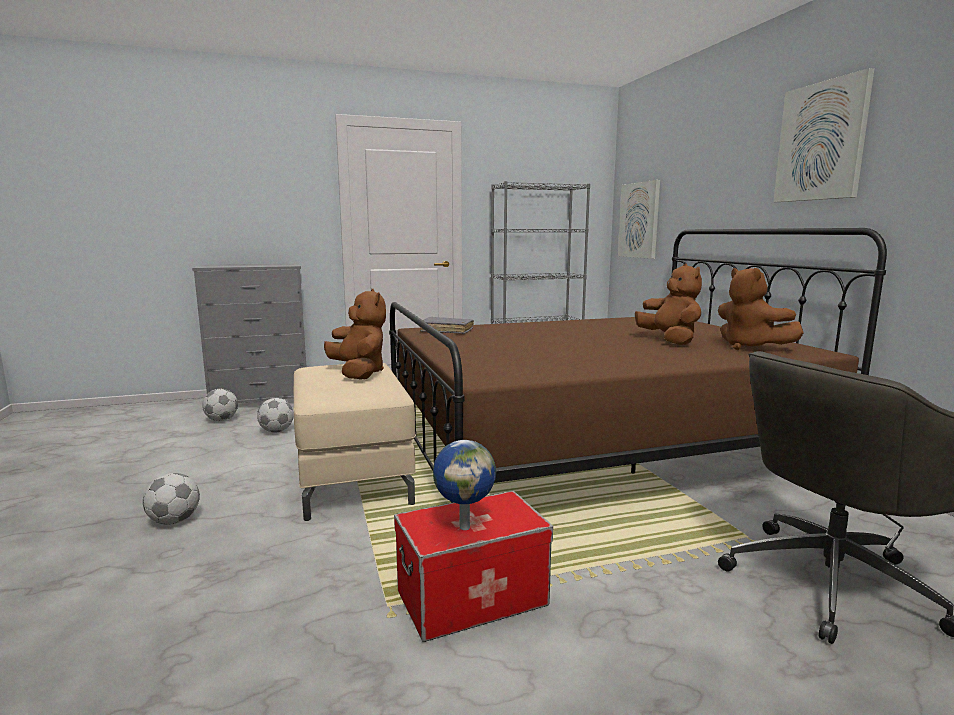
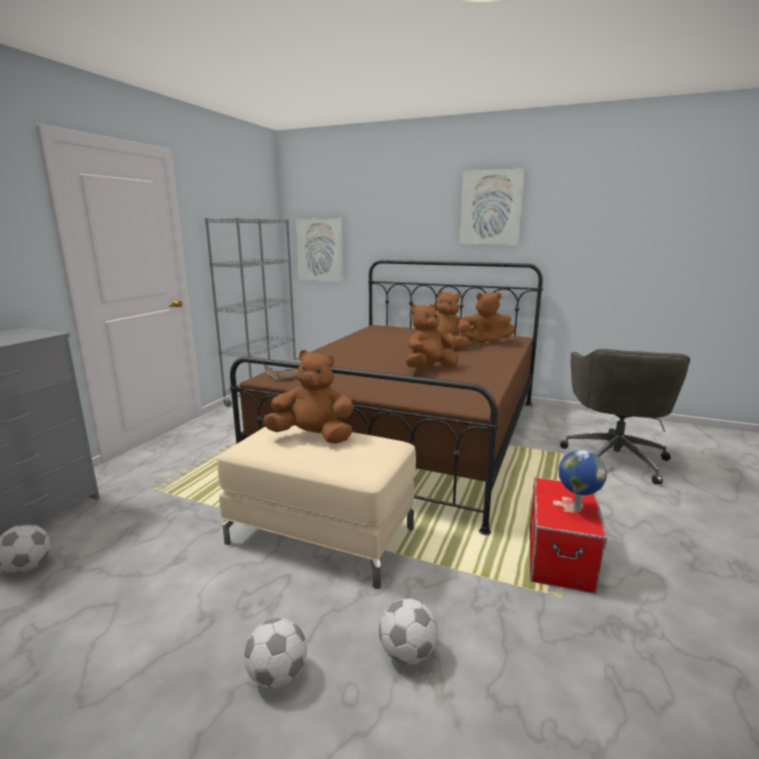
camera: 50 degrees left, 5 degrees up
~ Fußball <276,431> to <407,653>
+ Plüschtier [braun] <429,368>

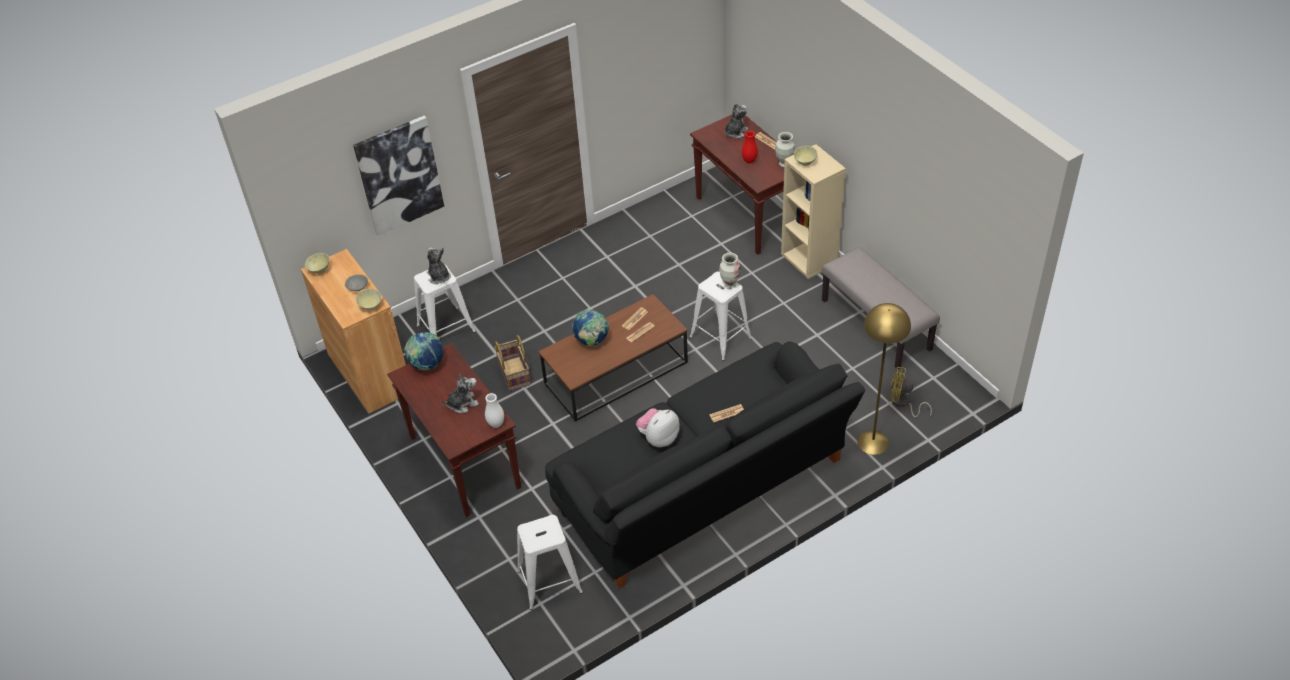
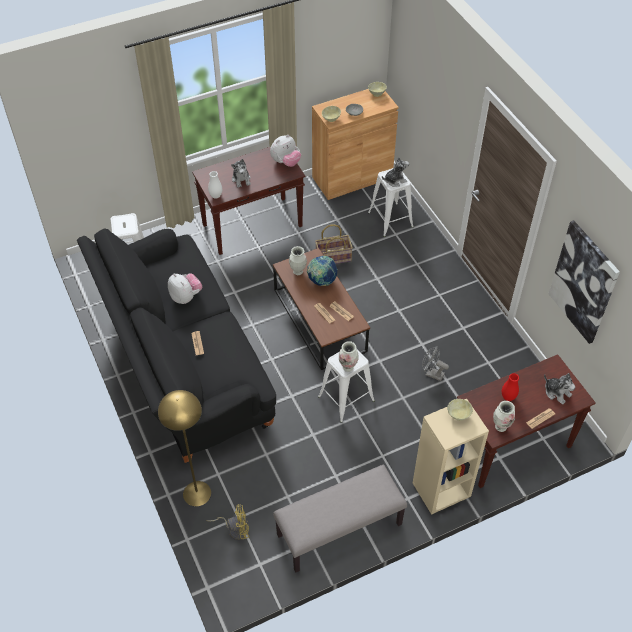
camera: 95 degrees right, 5 degrees up
~ Bild <399,175> to <583,282>
~ Globus <427,364> to Plüschtier <286,162>
~ Ventilator [gelb] <903,403> = <235,529> 60 degrees clockwise
+ Vase <298,272>
+ Ventilator [grau] <432,374>

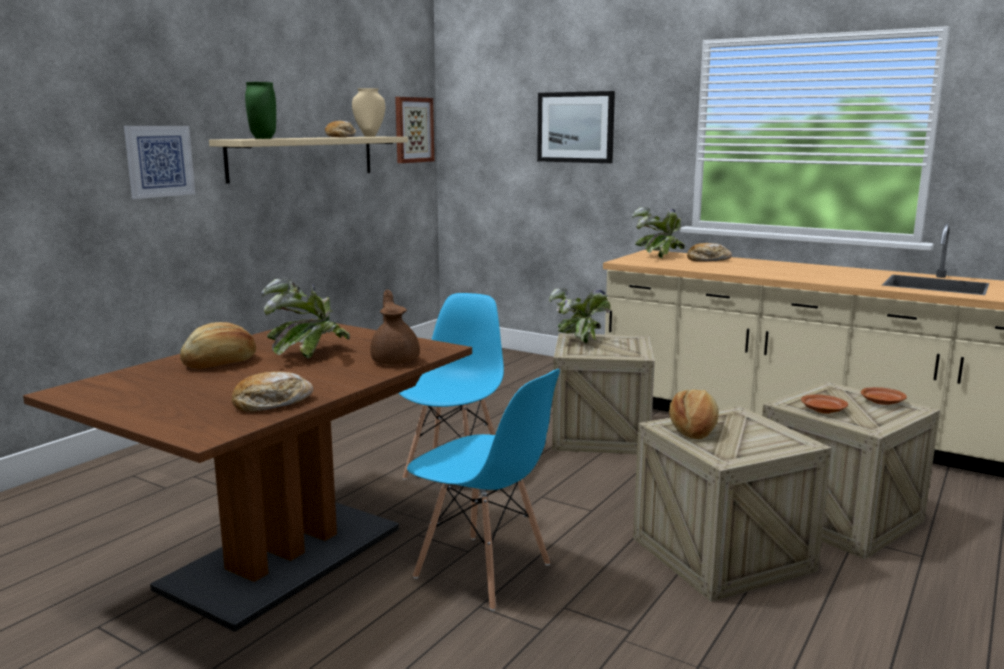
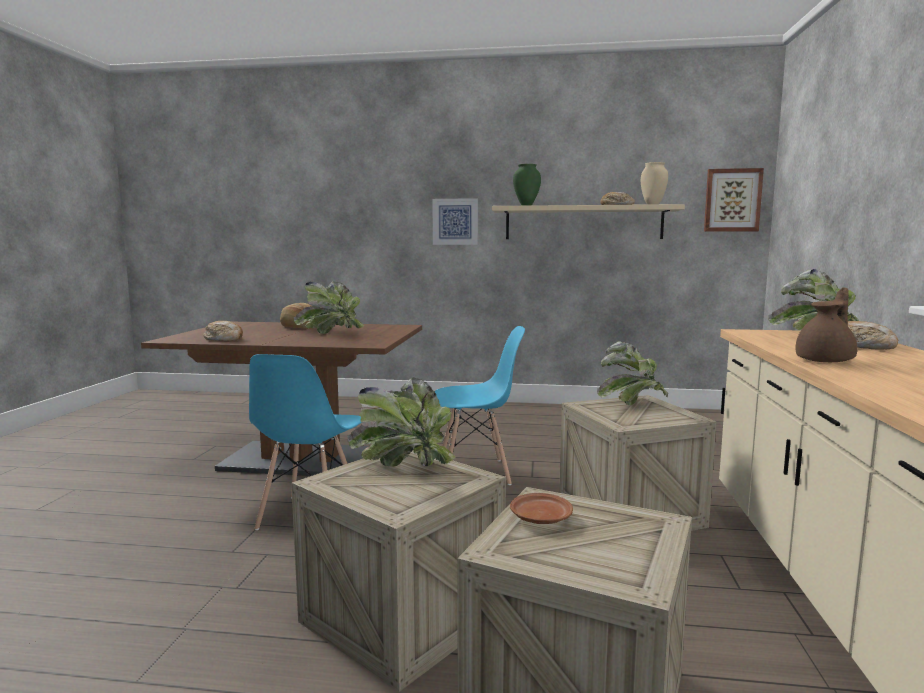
camera: 65 degrees right, 5 degrees down
- Bild <575,127>
~ Teekanne [braun] <395,360> to <826,360>
- Teller [braun] <882,402>
~ Brot <694,429> to Topfpflanze <402,464>

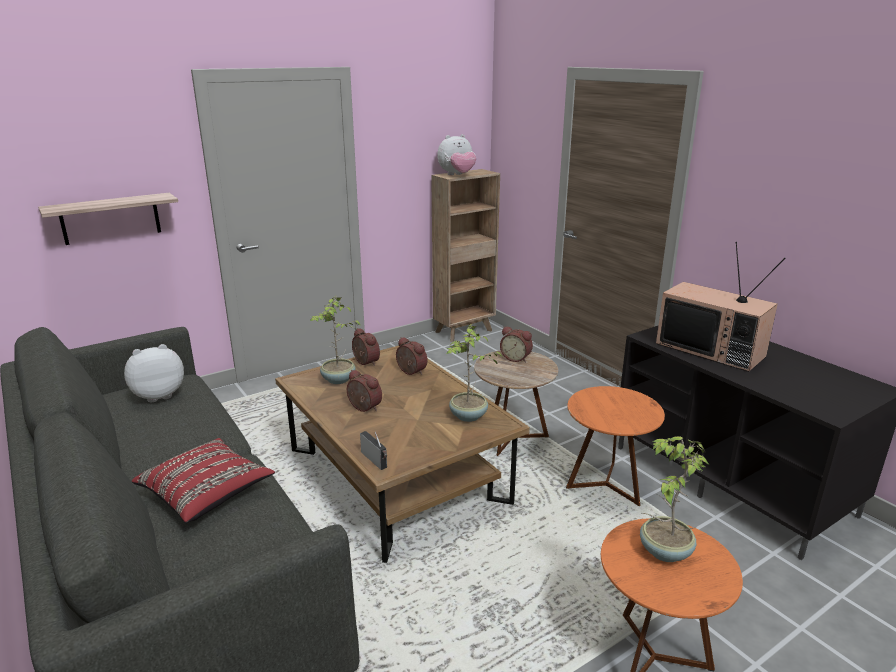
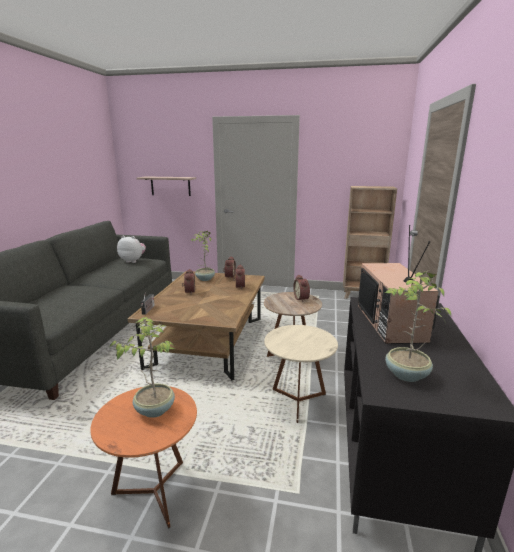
camera: 45 degrees right, 5 degrees down
- Plüschtier <457,175>
~ Topfpflanze <468,416> to <406,375>
~ Beistelltisch [orange] <606,486> to Beistelltisch [beige] <298,402>
- Kissen [rot] <207,493>

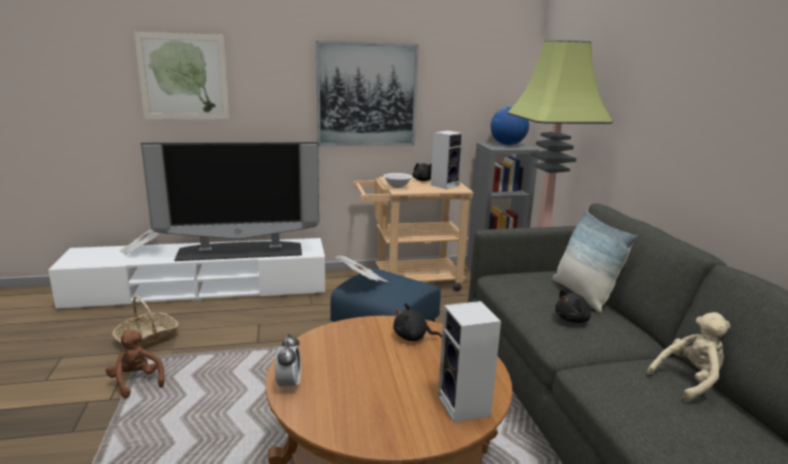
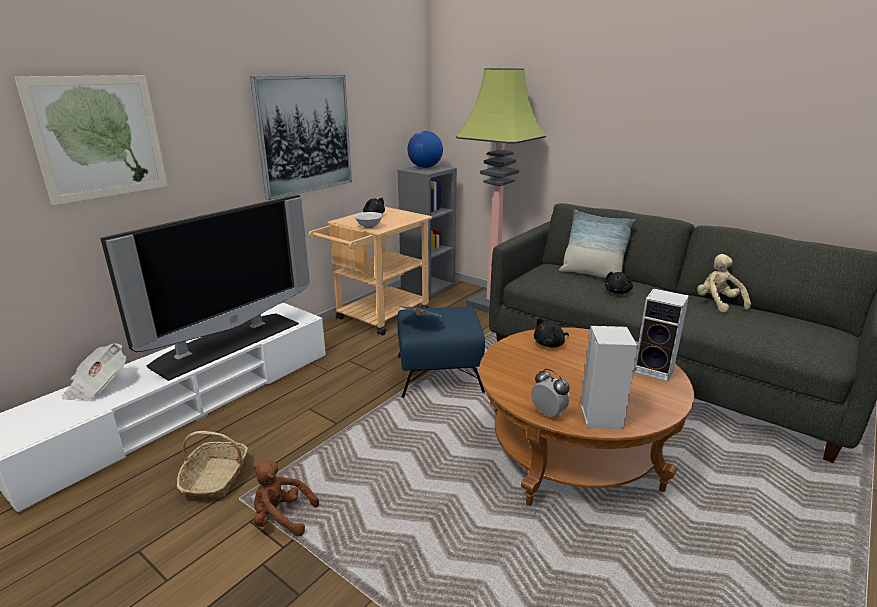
camera: 40 degrees left, 5 degrees up
~ Lautsprecher <445,185> to <599,416>
~ Plüschtier [beige] <689,381> = <718,303> 45 degrees counterclockwise

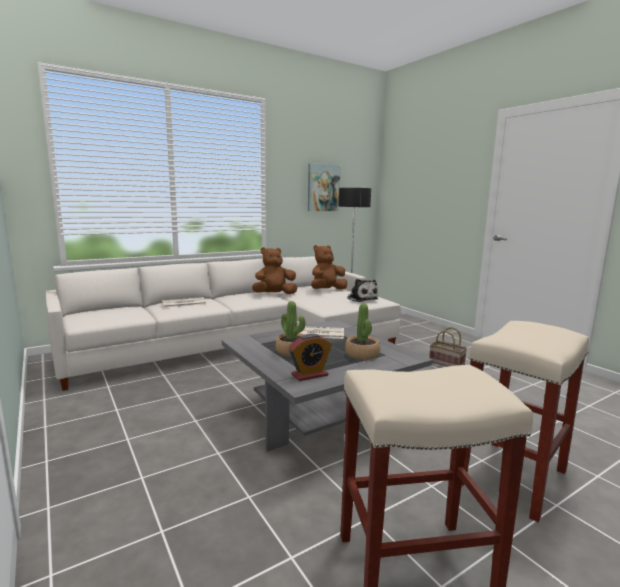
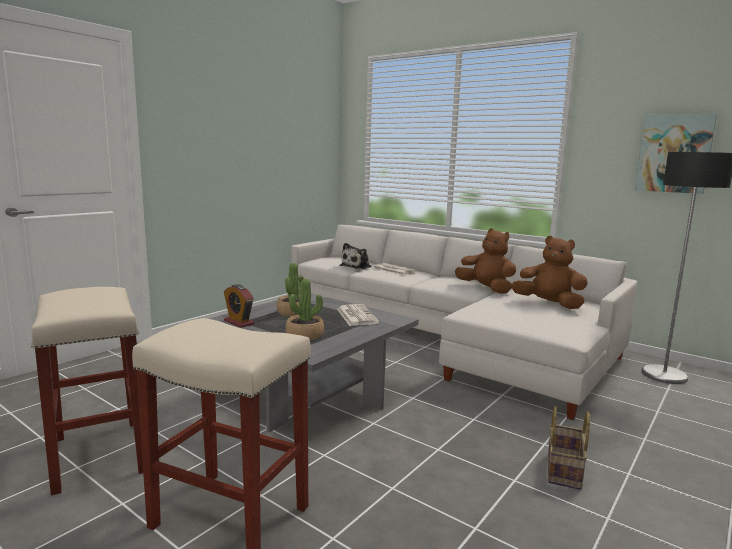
camera: 70 degrees right, 0 degrees up
~ Plüschtier <361,299> to <357,266>

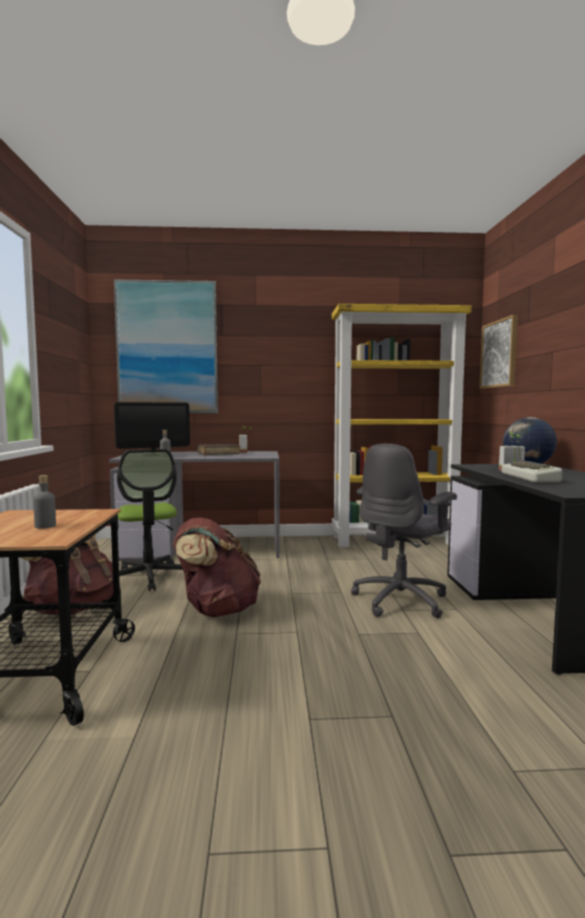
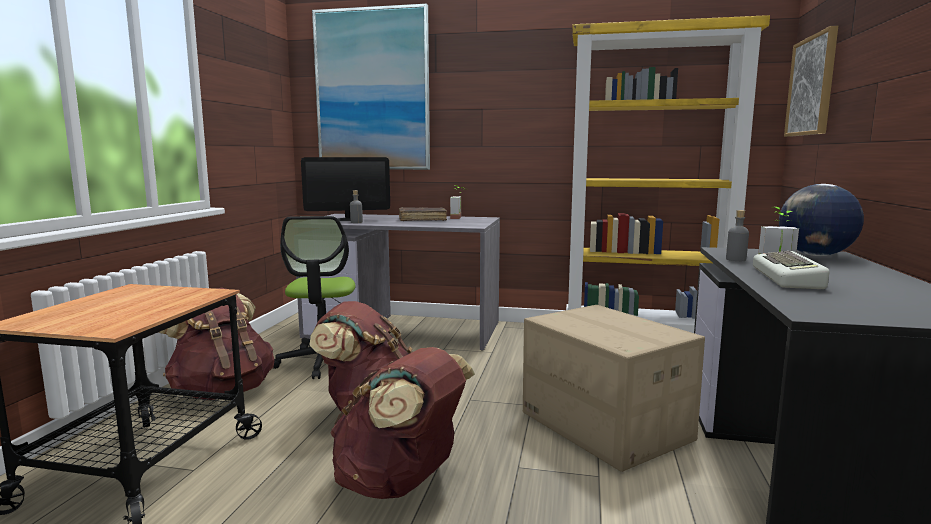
camera: 15 degrees right, 5 degrees up
~ Bürostuhl [grau] <401,600> to Karton <603,426>
~ Flasche [grau] <45,526> to <736,259>
+ Rucksack [braun] <401,483>

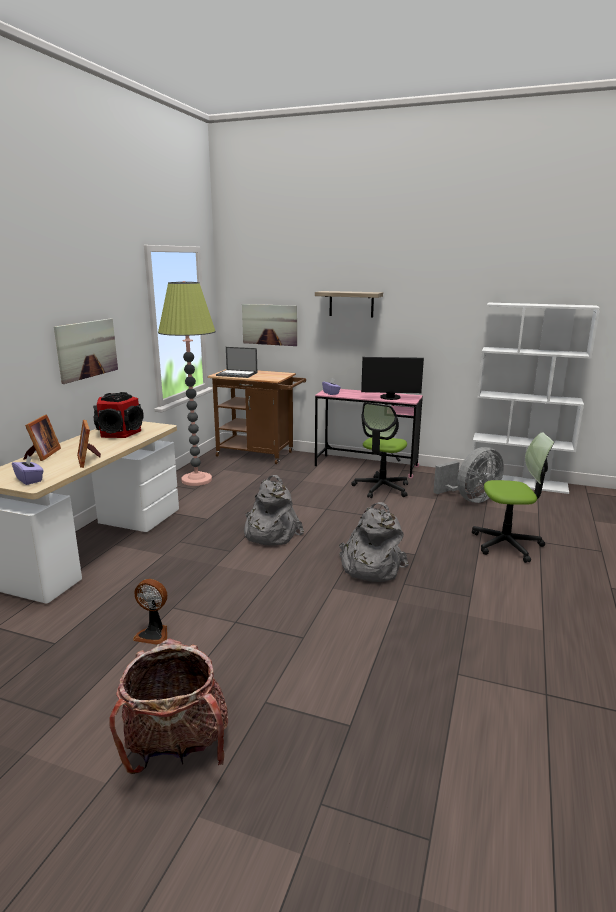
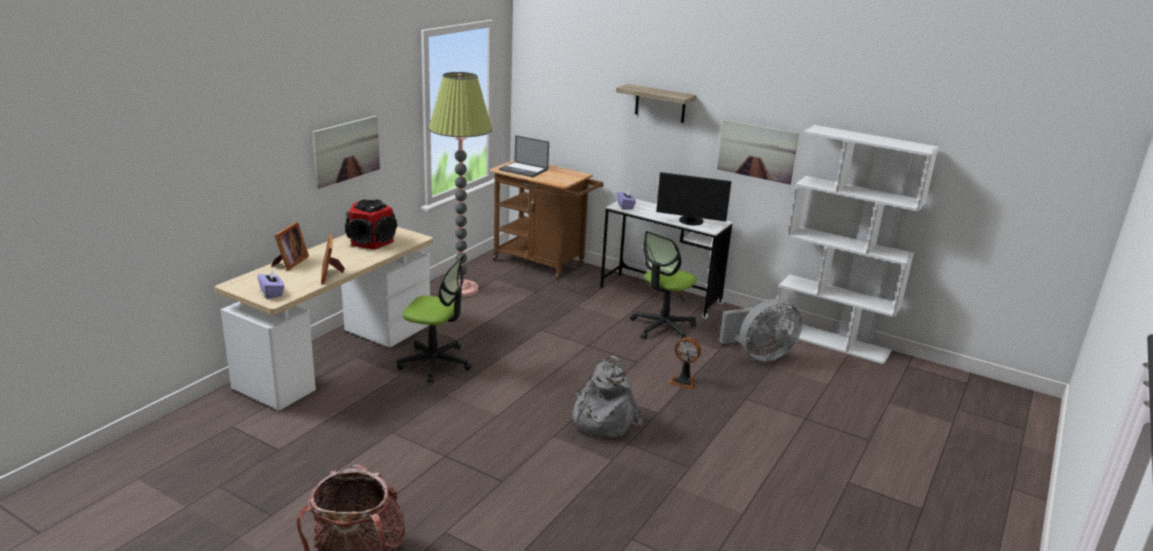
camera: 10 degrees right, 5 degrees up
~ Bild <269,324> to <757,151>
~ Schreibtisch [rosa] <366,466> to Schreibtisch [weiß] <660,295>
~ Bürostuhl <506,544> to <435,363>
- Rucksack [grau] <269,534>
~ Ventilator <154,634> to <684,381>

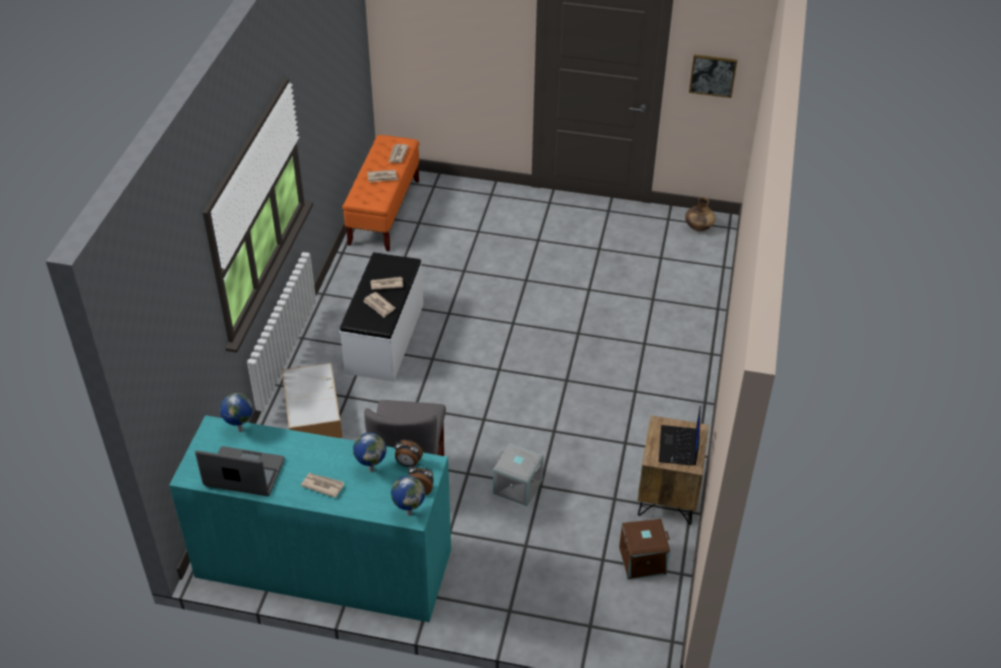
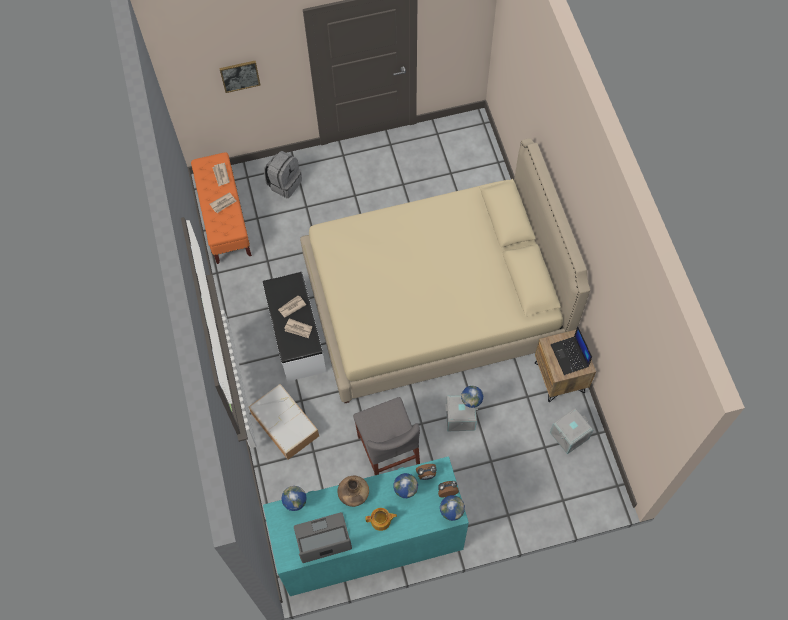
camera: 25 degrees left, 20 degrees up
~ Bild <713,75> to <240,75>
~ Vase [braun] <698,227> to <353,495>
~ Zeitung <322,485> to Teekanne <381,521>
~ Aufbewahrungsbox [braun] <642,559> to Aufbewahrungsbox [grau] <569,435>
+ Bett [beige] <434,303>
+ Rucksack [grau] <284,183>
+ Globus <471,404>

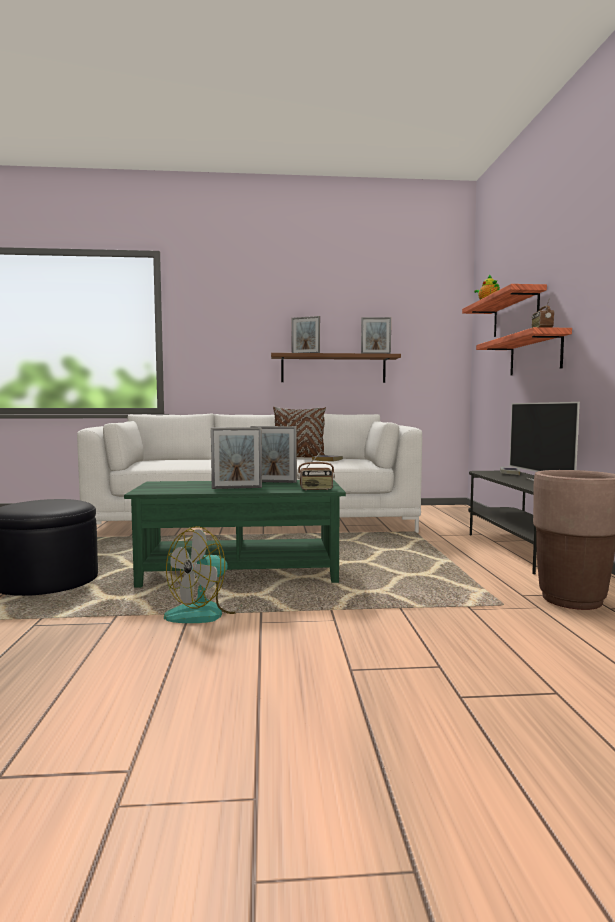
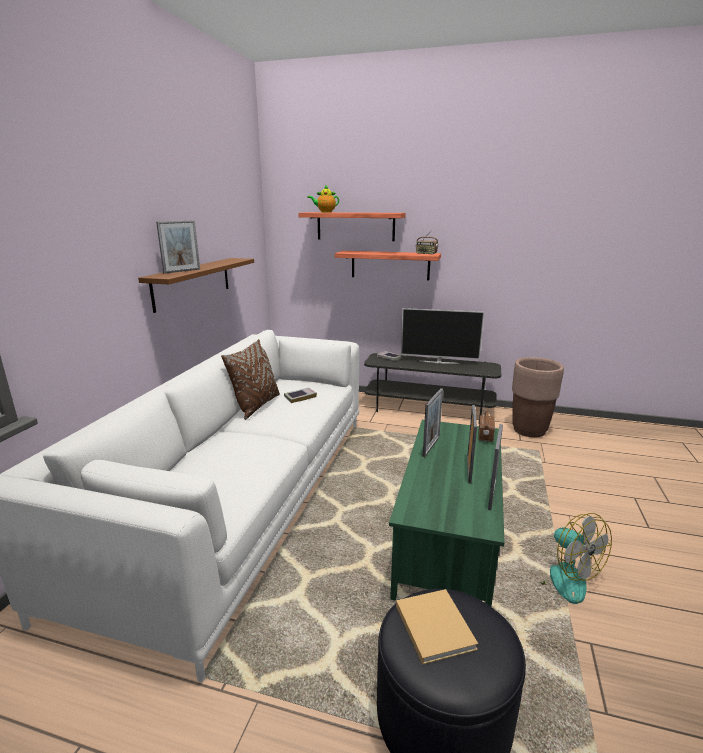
camera: 70 degrees left, 15 degrees up
~ Bilderrahmen <375,354> to <492,494>
+ Buch [beige] <433,625>

